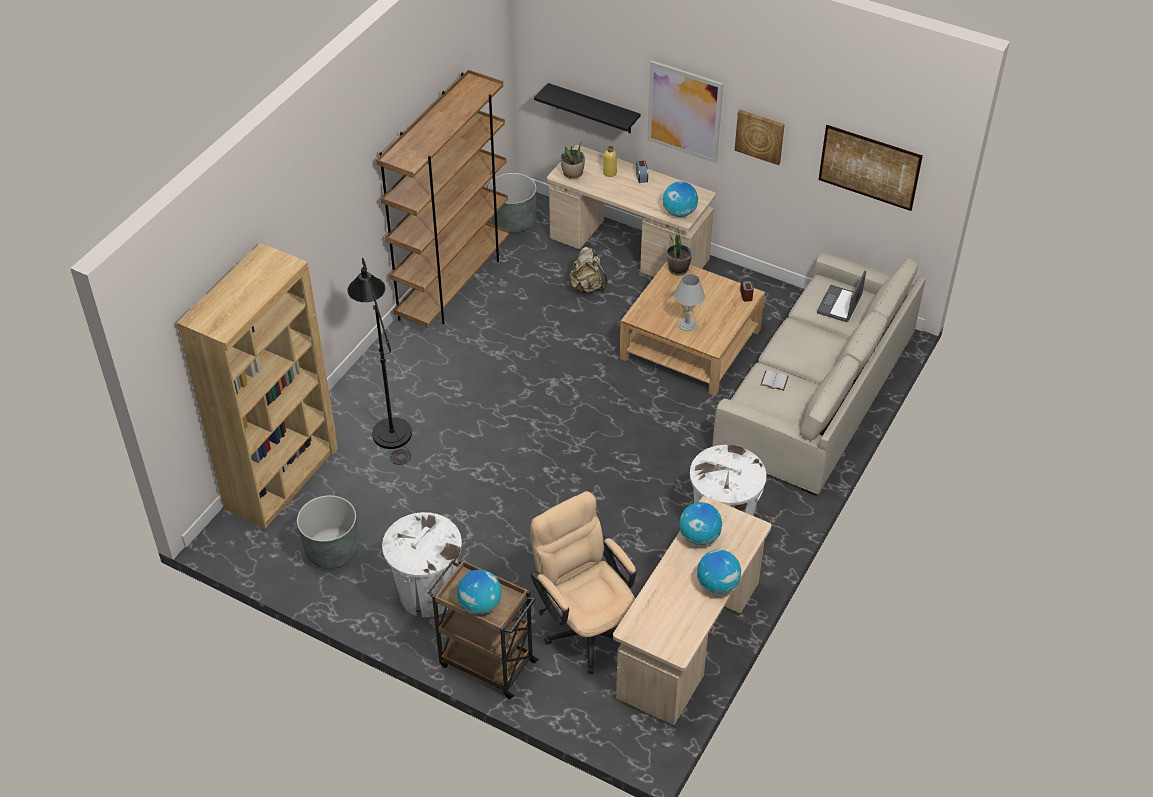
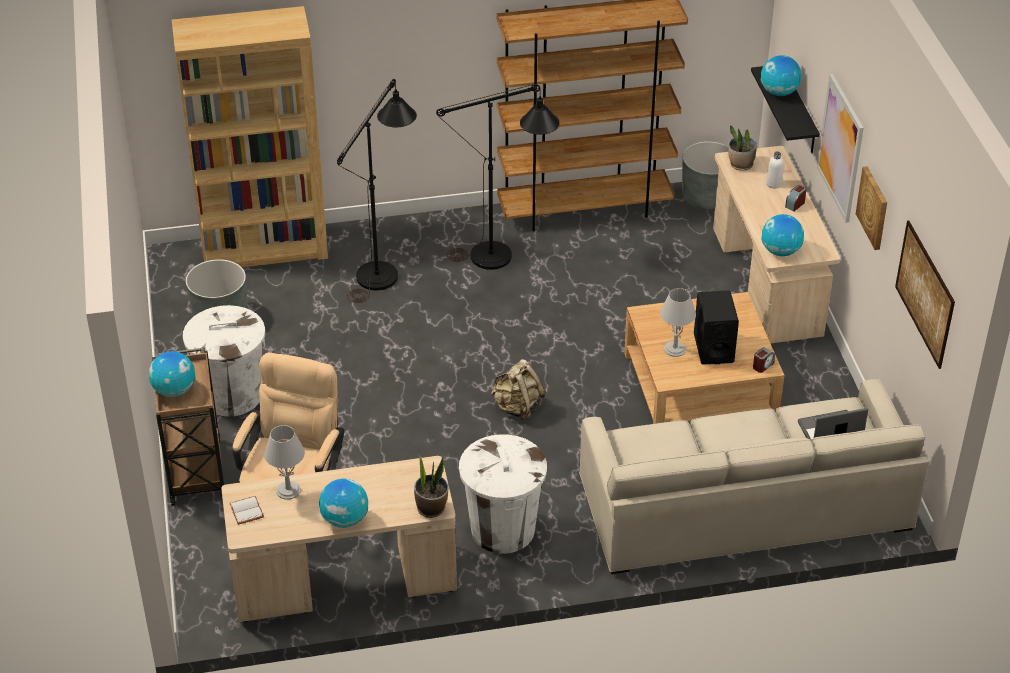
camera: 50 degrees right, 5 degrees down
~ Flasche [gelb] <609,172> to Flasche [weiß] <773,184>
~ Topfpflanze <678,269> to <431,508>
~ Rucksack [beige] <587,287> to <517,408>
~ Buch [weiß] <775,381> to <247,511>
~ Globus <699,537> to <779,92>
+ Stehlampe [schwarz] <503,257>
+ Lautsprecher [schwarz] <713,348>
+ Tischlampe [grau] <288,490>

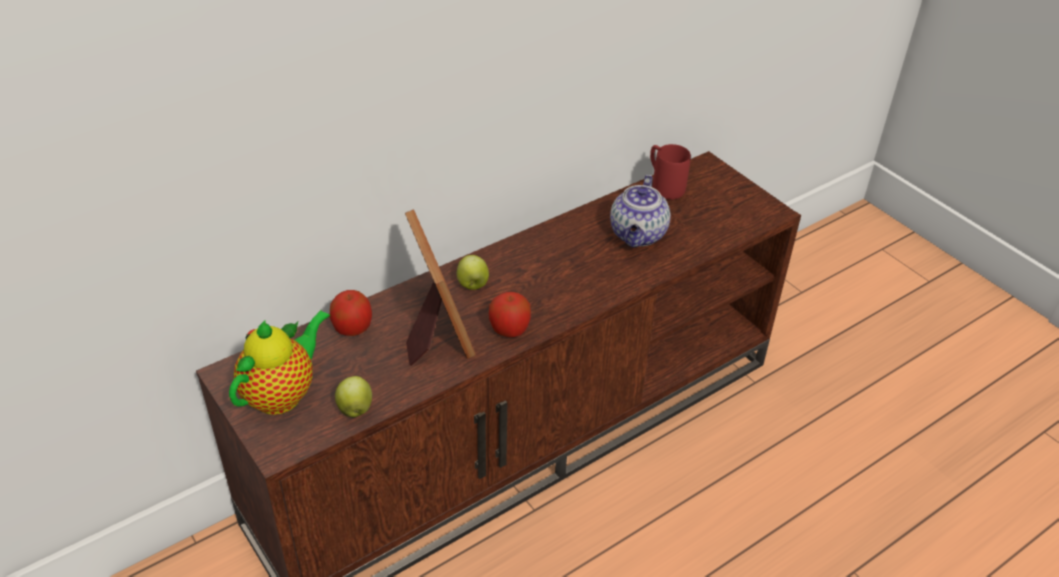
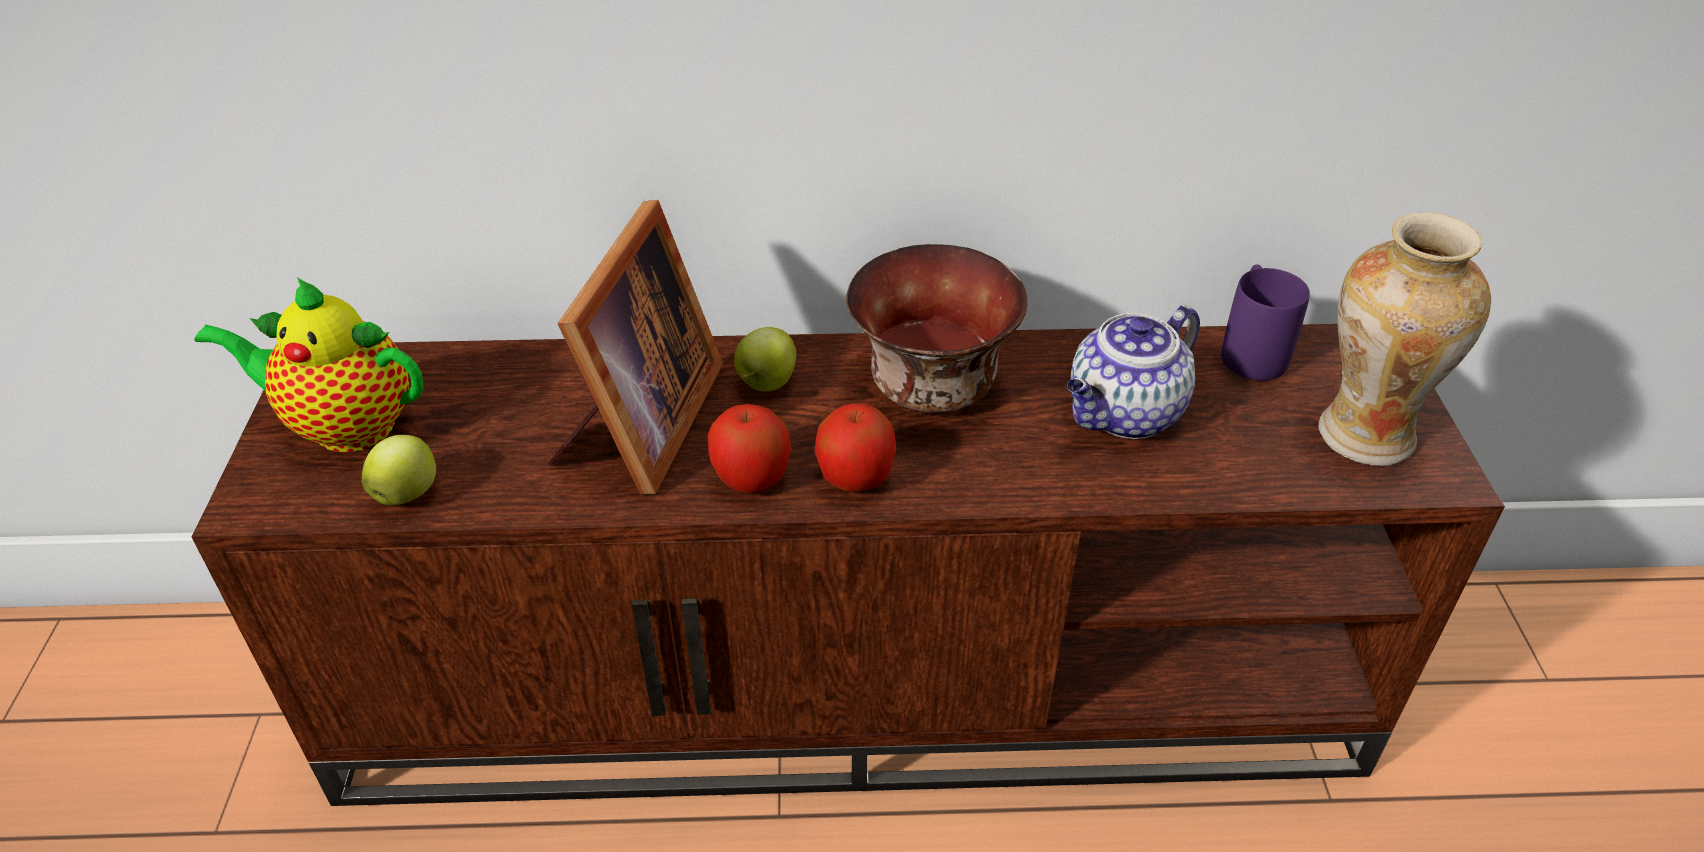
camera: 35 degrees right, 0 degrees up
~ Henkelbecher [rot] <663,185> to Henkelbecher [lila] <1250,349>
~ Apfel <353,329> to <856,478>
~ Teekanne <283,394> = <345,425> 150 degrees counterclockwise
+ Vase <1362,435>
+ Schüssel <934,387>

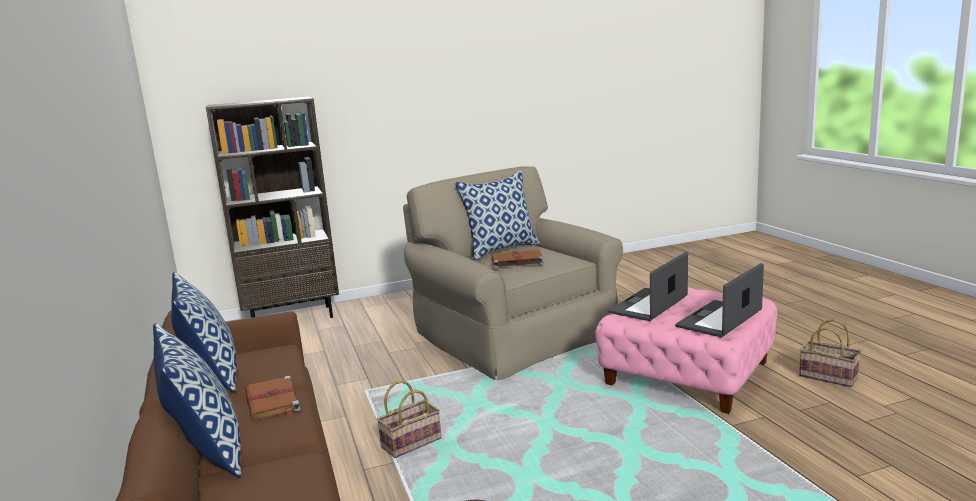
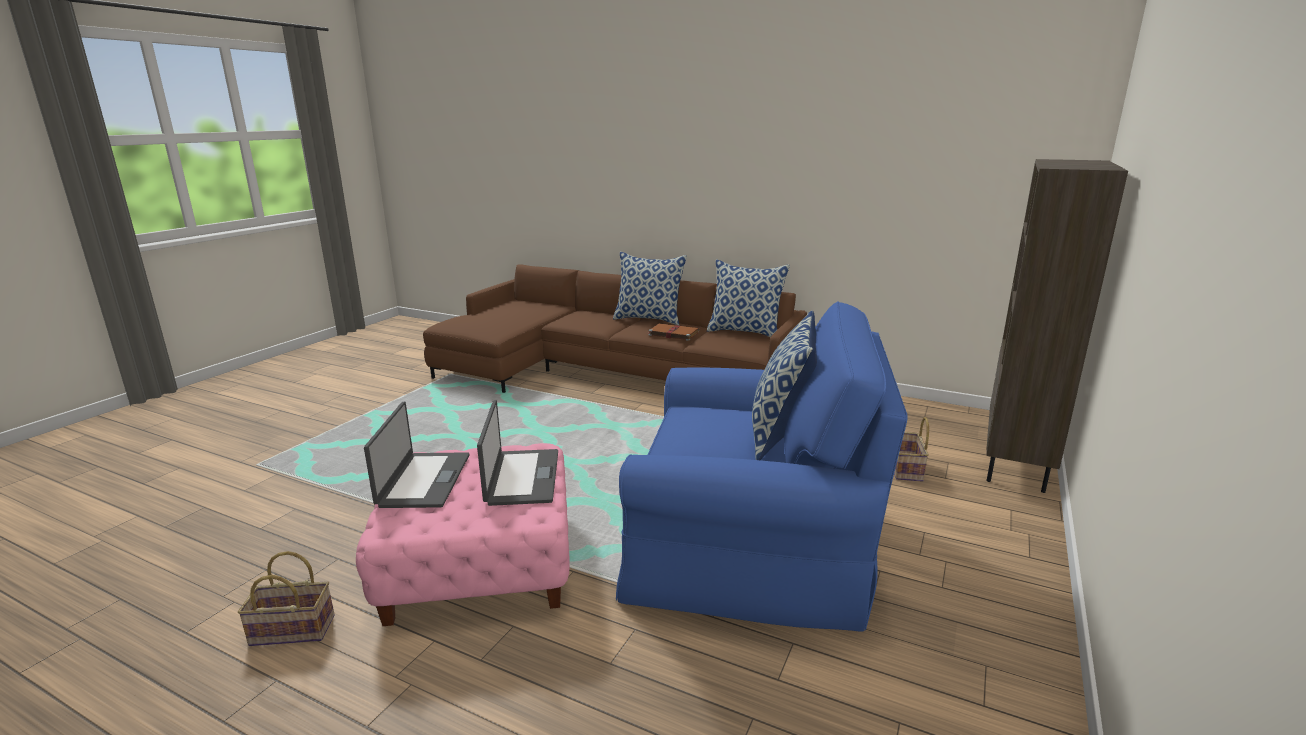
camera: 135 degrees right, 5 degrees up
~ Sessel [beige] <514,333> to Sessel [blau] <751,544>
- Buch [braun] <516,261>
~ Korb <412,442> to <906,469>

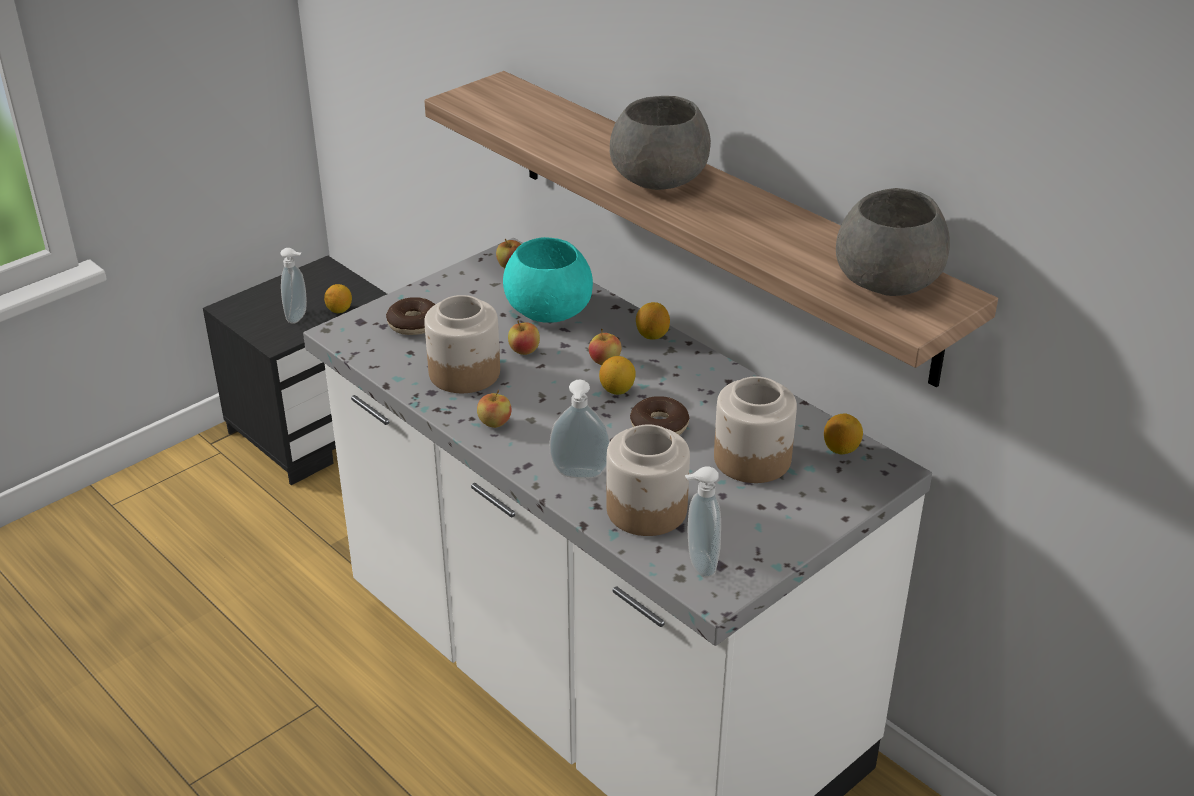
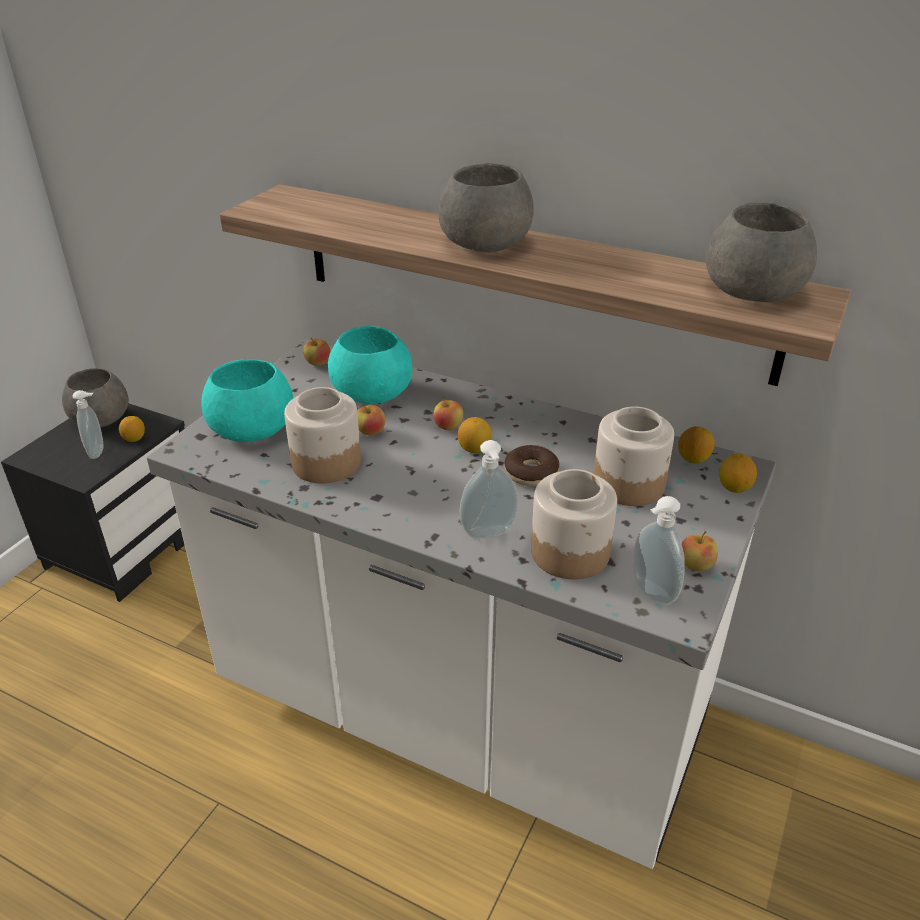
camera: 20 degrees left, 0 degrees up
~ Donut <413,324> to Schüssel [türkis] <254,428>
~ Zitrone <652,335> to <734,488>
~ Apfel <494,423> to <695,565>
+ Schüssel [grau] <101,419>

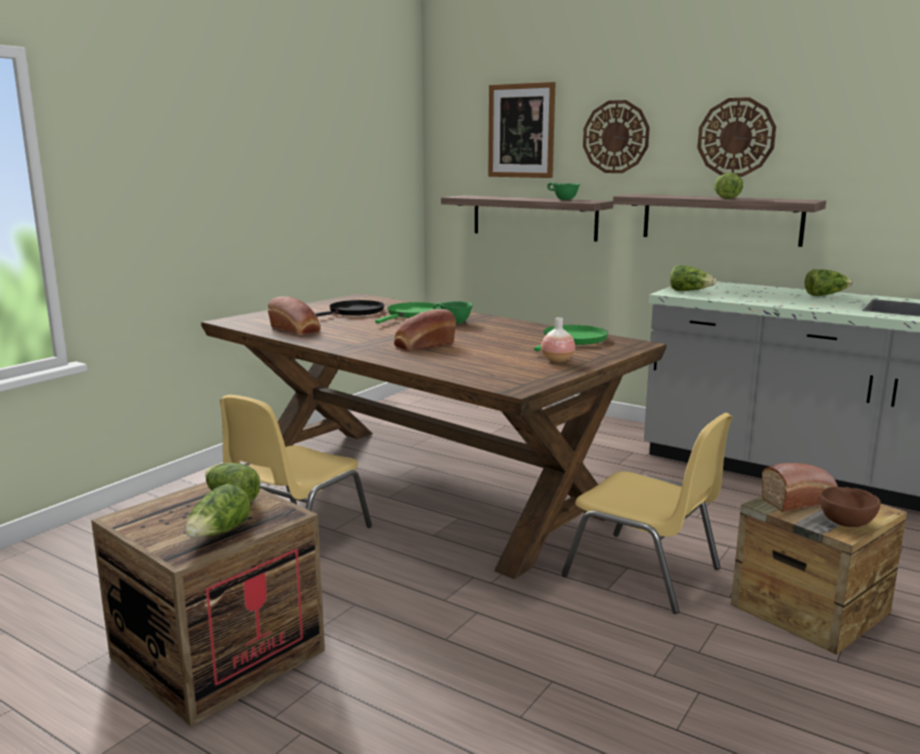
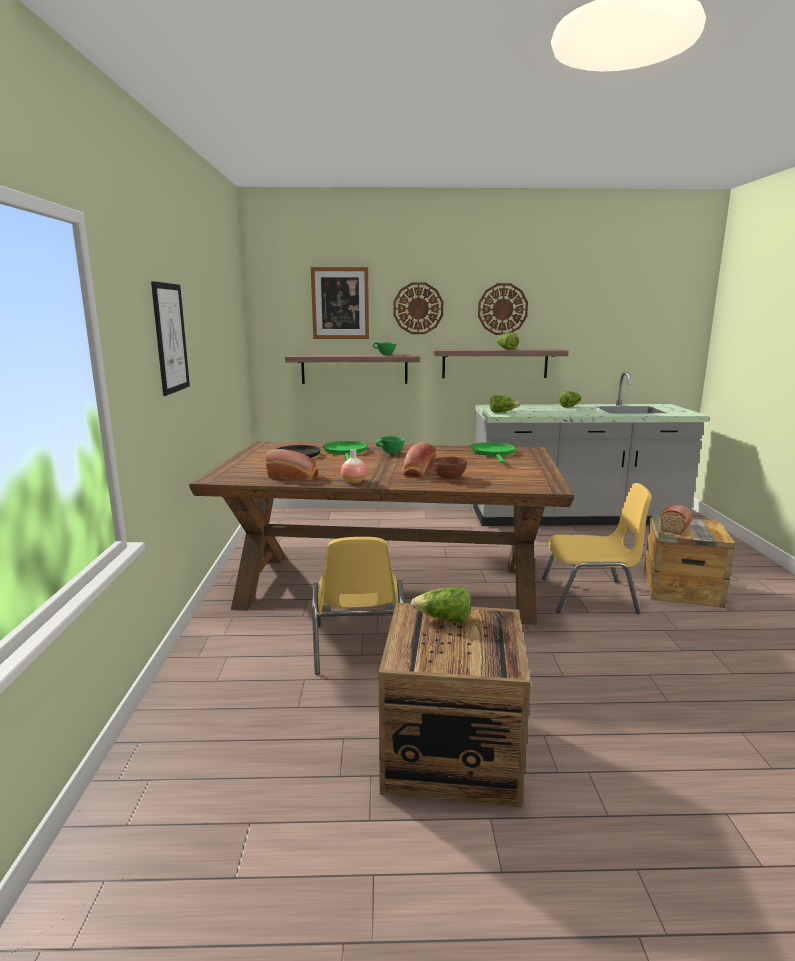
camera: 35 degrees left, 0 degrees up
~ Vase <557,360> to <354,482>
- Salatkopf <219,533>
~ Schüssel [braun] <847,523> to <449,478>
+ Bild <170,338>

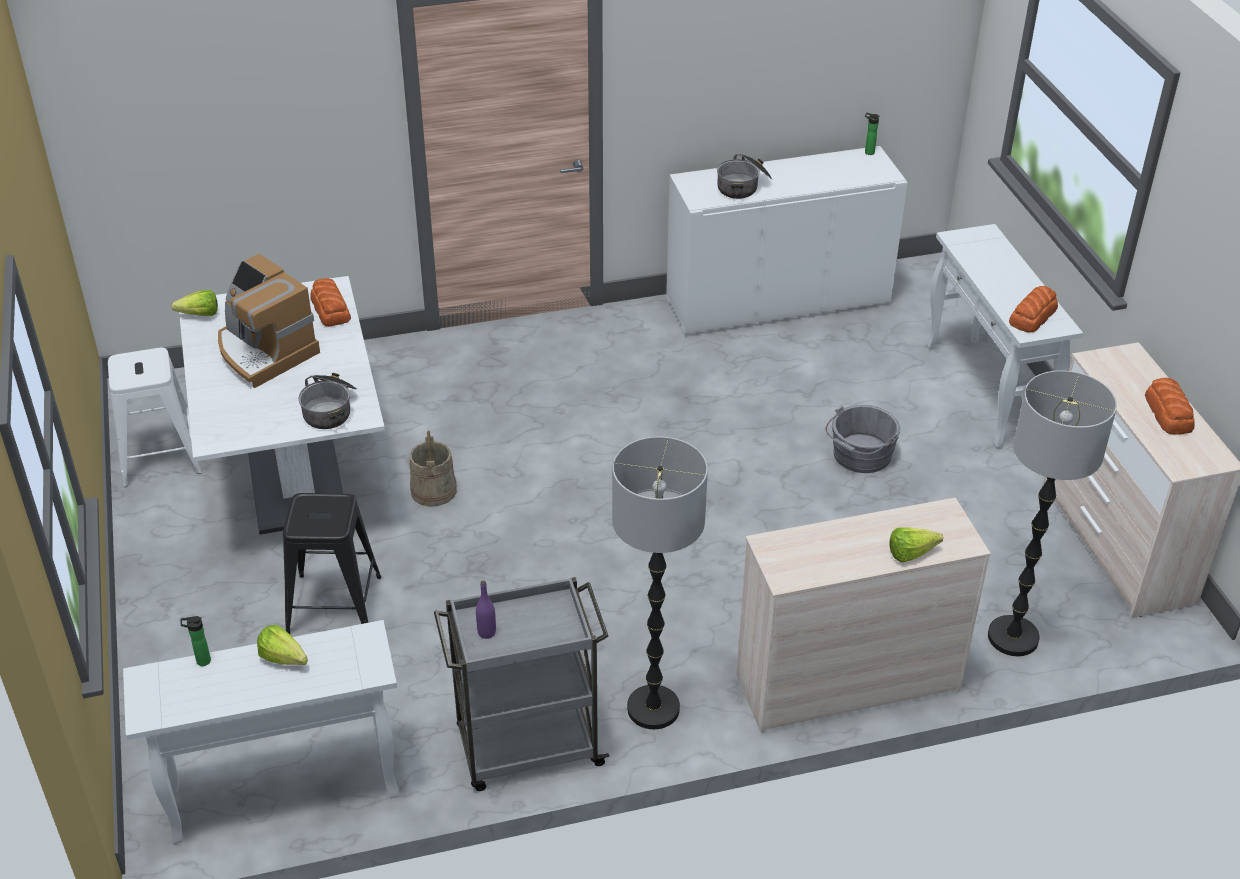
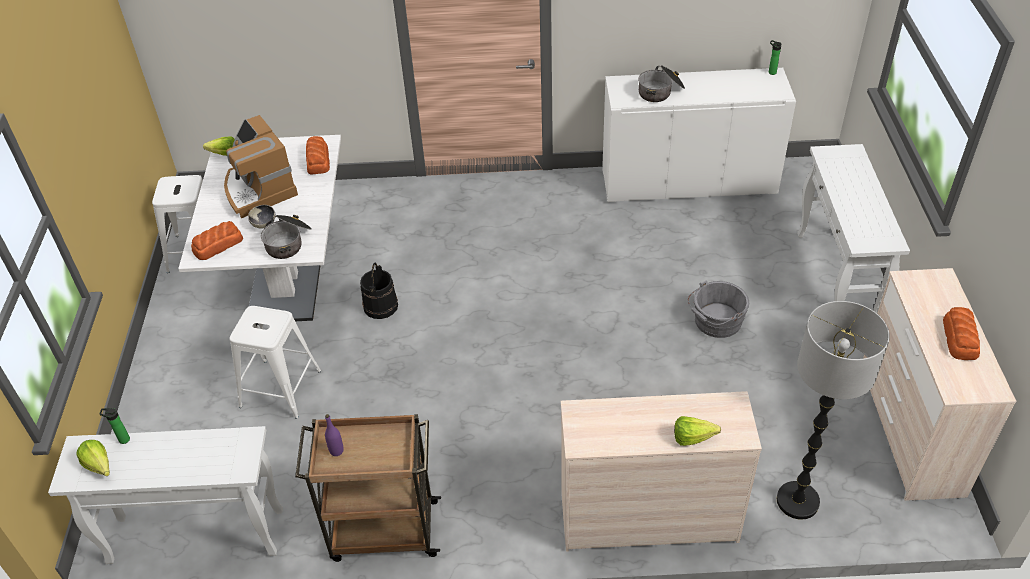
camera: 15 degrees right, 5 degrees up
~ Brot <1032,316> to <217,245>
~ Eimer [beige] <433,491> to Eimer [schwarz] <380,306>
- Stehlampe <653,709>
~ Hocker [schwarz] <334,605> to Hocker [weiß] <281,388>
~ Rollwagen [grau] <526,748> to Rollwagen [braun] <382,531>
~ Salatkopf <286,661> to <100,468>
+ Schüssel <264,224>

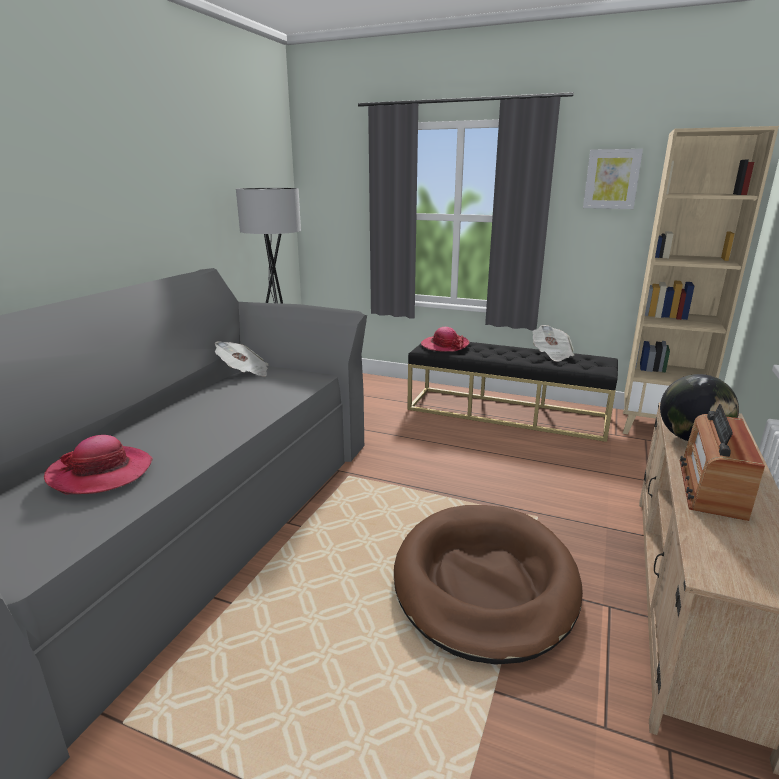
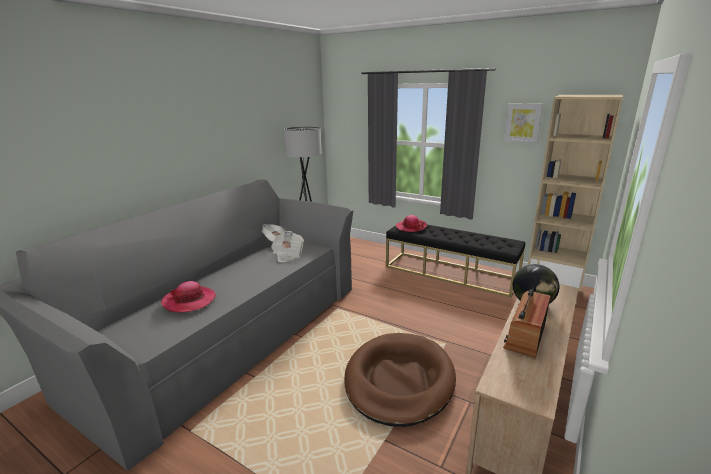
camera: 10 degrees right, 0 degrees up
~ Zeitung <551,354> to <287,255>

